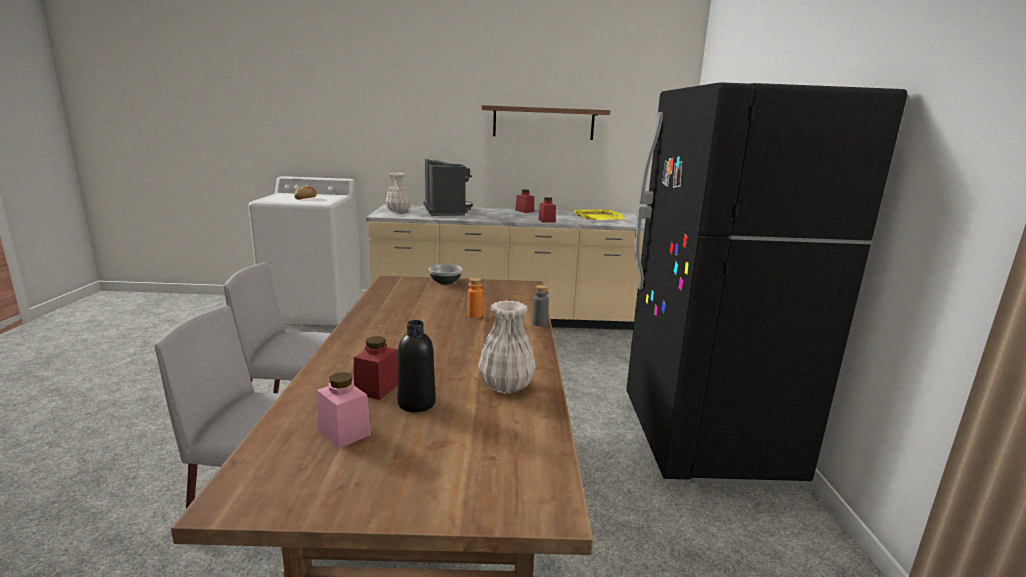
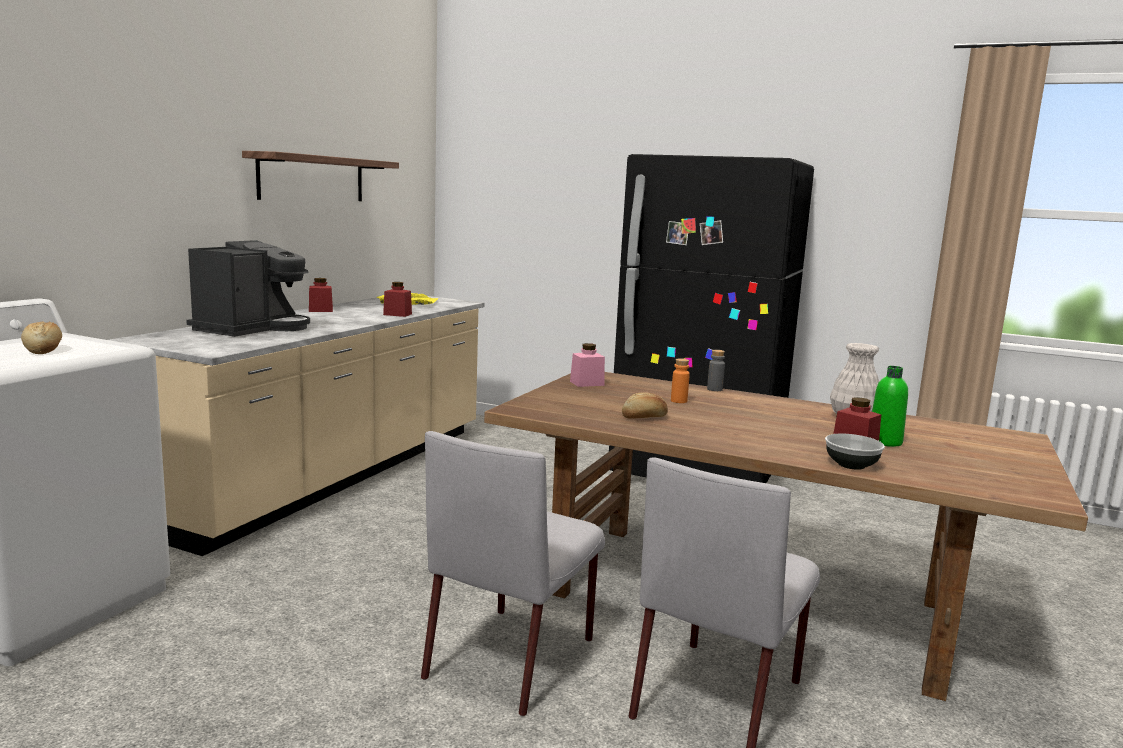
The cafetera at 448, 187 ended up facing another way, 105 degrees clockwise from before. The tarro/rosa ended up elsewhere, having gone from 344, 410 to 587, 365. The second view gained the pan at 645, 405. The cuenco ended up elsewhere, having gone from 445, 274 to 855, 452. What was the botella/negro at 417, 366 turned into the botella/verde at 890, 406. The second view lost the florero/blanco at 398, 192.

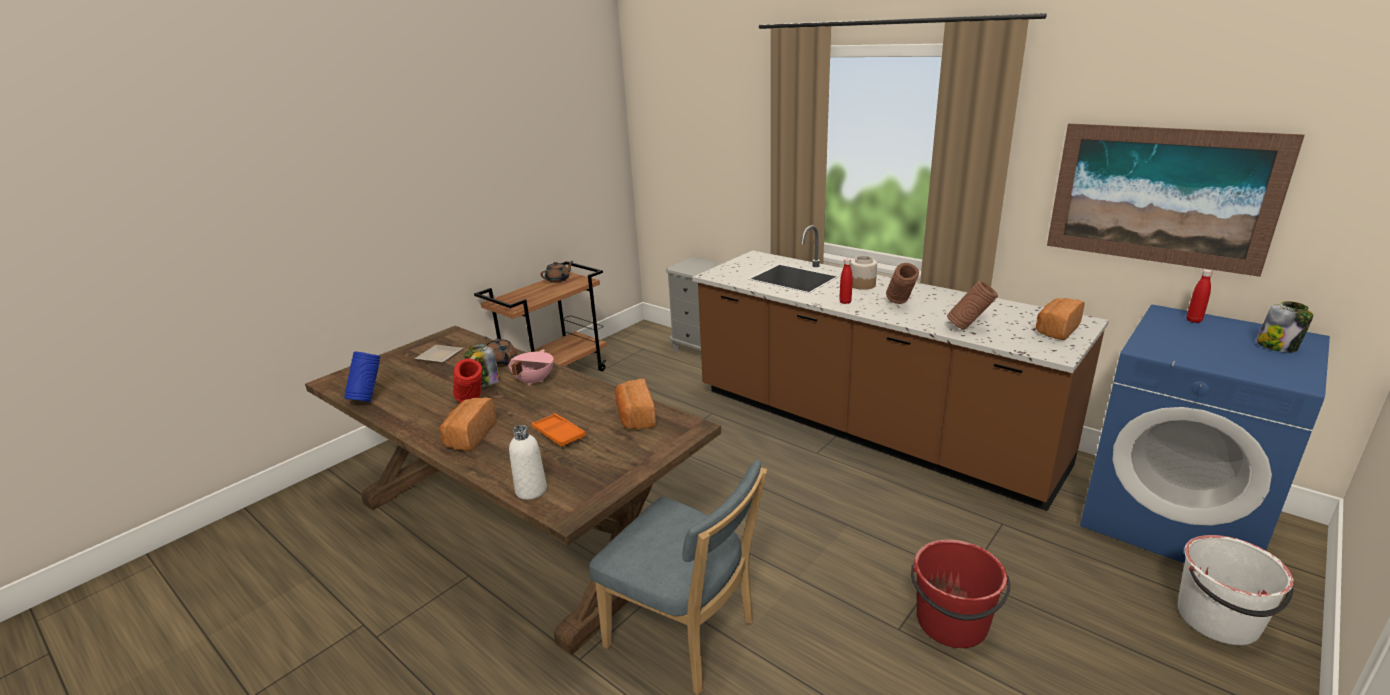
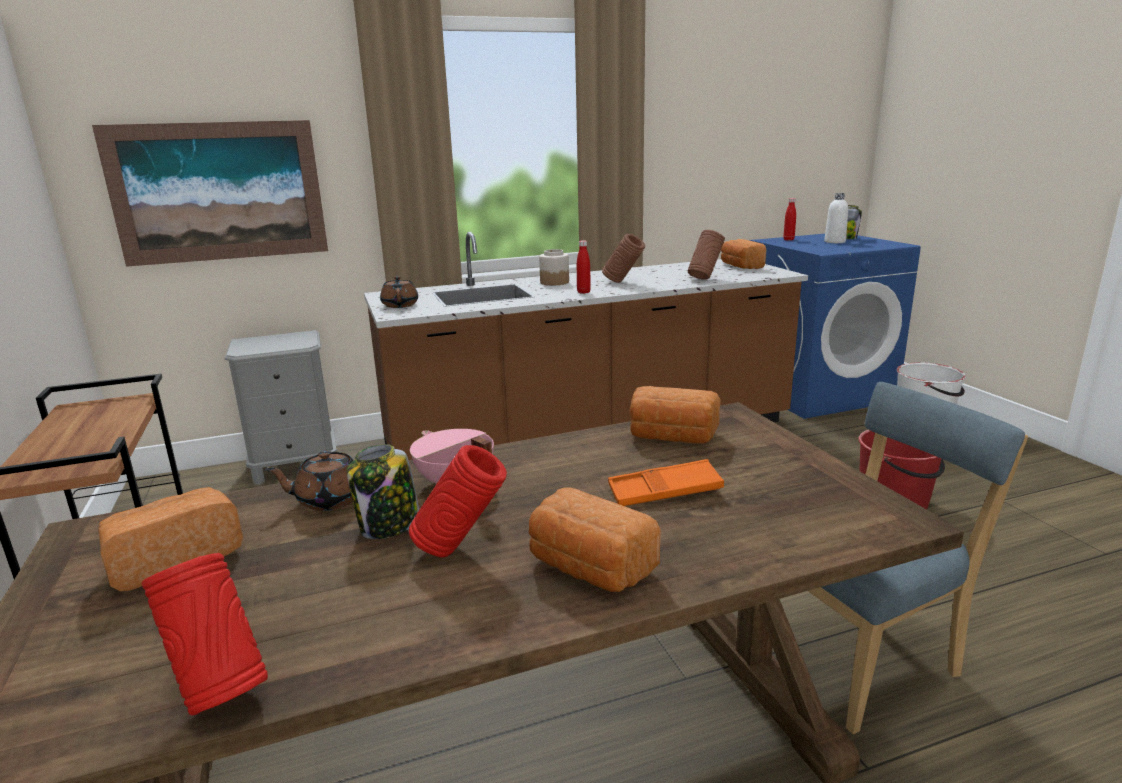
The cuadro ended up elsewhere, having gone from 1176, 200 to 210, 193. Where the plato stood at 439, 354, the pan came to stand at 170, 539. What was the florero/azul at 362, 377 turned into the florero/rojo at 205, 634. The tetera/marrón ended up elsewhere, having gone from 556, 272 to 399, 292. The botella/blanco ended up elsewhere, having gone from 528, 462 to 836, 218.

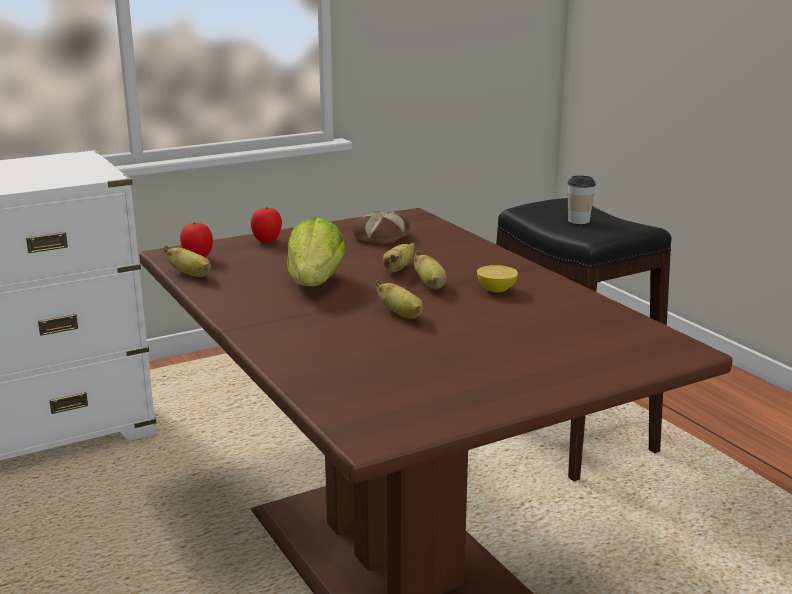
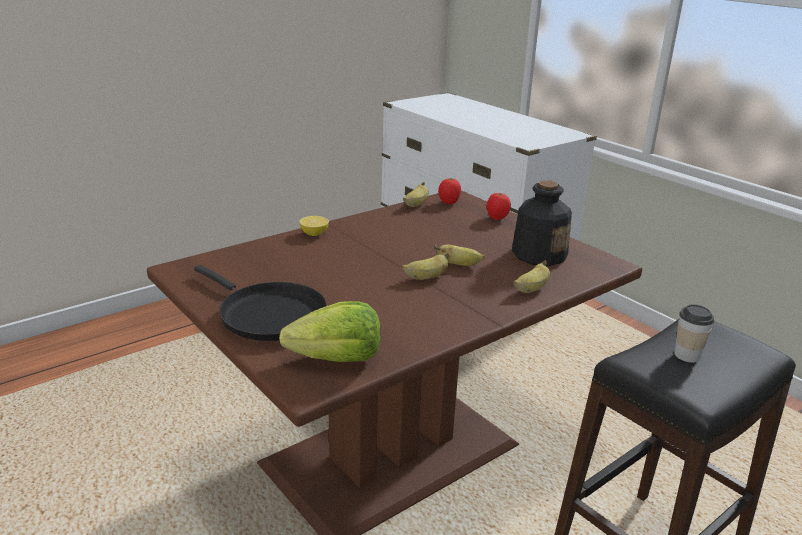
The second view gained the sartén/negro at 260, 303. The lechuga ended up elsewhere, having gone from 316, 251 to 329, 331. The limón ended up elsewhere, having gone from 497, 279 to 314, 226. Where the pan stood at 381, 227, the botella came to stand at 542, 223. The plátano ended up elsewhere, having gone from 399, 299 to 531, 277.

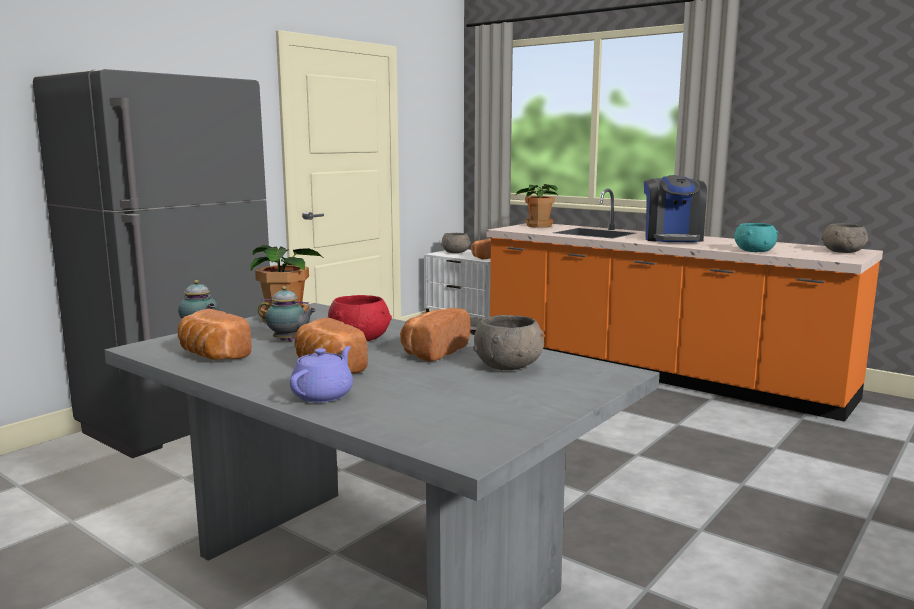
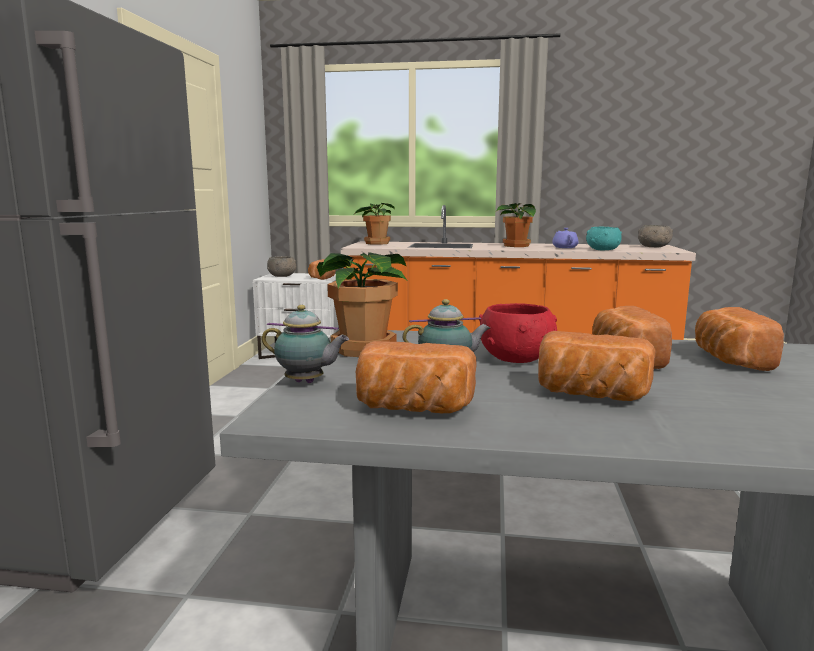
Where the cafetera stood at 675, 208, the planta en maceta came to stand at 516, 225. The tetera/morado ended up elsewhere, having gone from 321, 374 to 565, 238. Where the cuenco/gris stood at 508, 342, the pan came to stand at 739, 339.

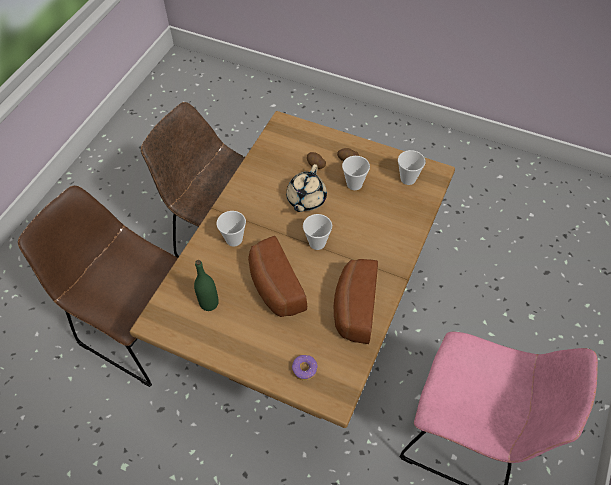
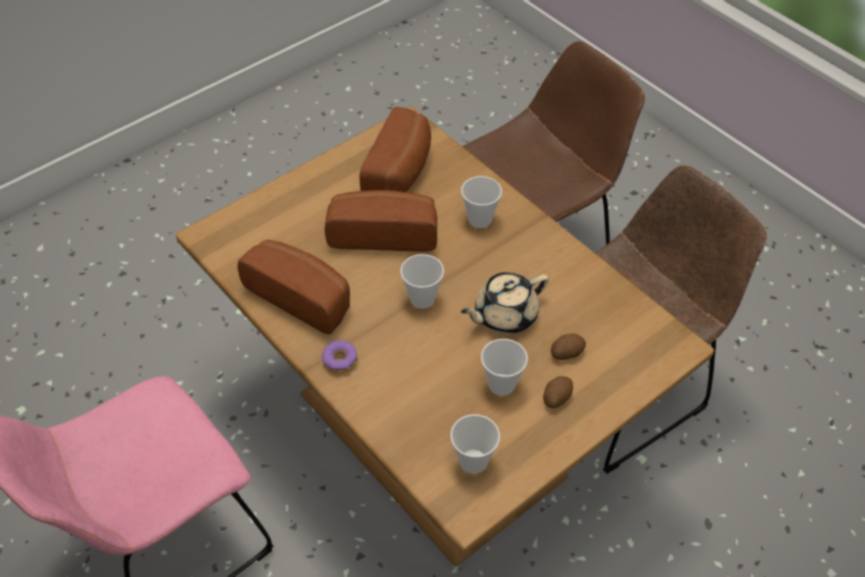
The rosquilla ended up elsewhere, having gone from 305, 367 to 339, 357. Where the botella/verde stood at 206, 285, the pan came to stand at 395, 149. The tetera/beis at 306, 188 ended up facing another way, 75 degrees counterclockwise from before.

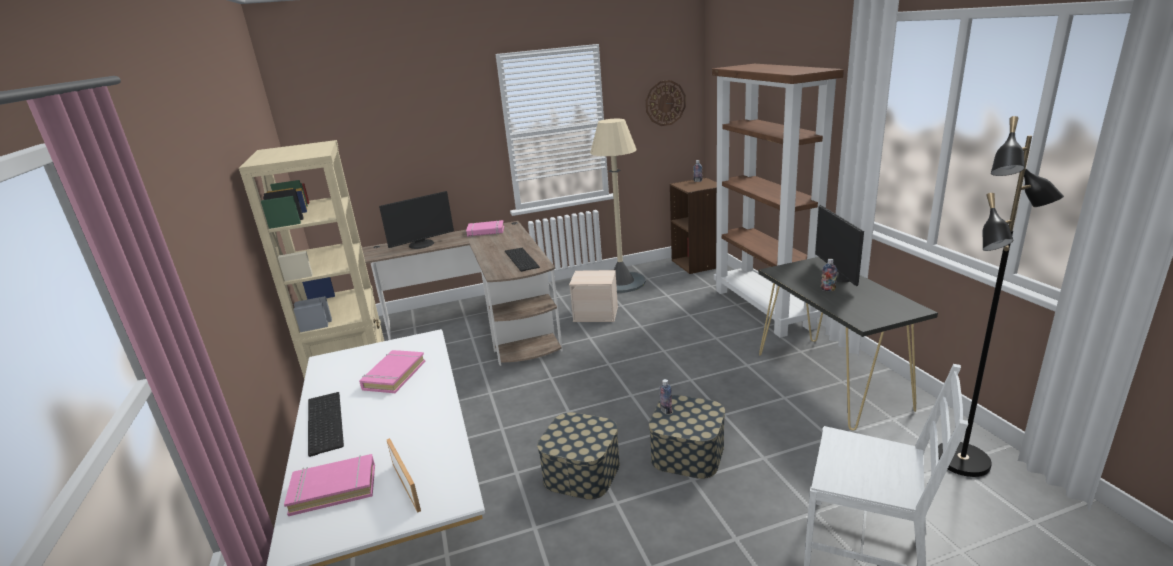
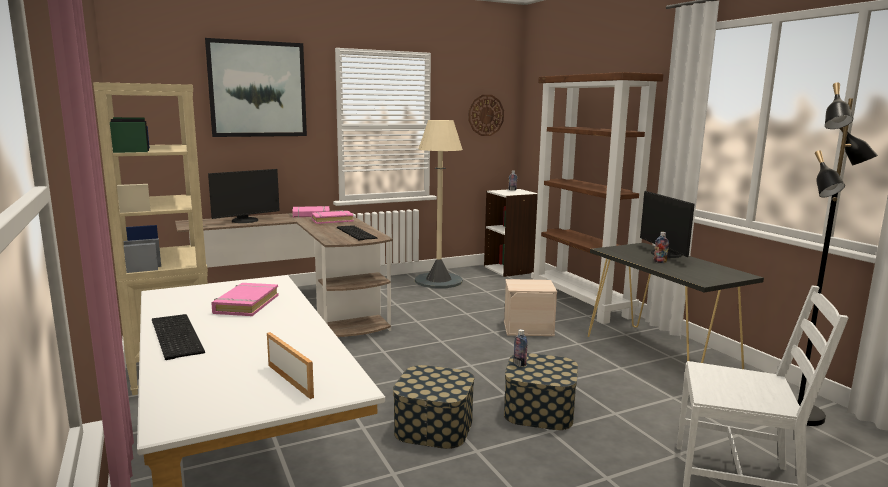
The second view gained the cuadro at 256, 87. The libro/rosa ended up elsewhere, having gone from 329, 485 to 332, 217. What was the estantería/marrón at 693, 225 turned into the estantería/blanco at 511, 233. The caja de almacenaje/beis ended up elsewhere, having gone from 593, 296 to 530, 307.

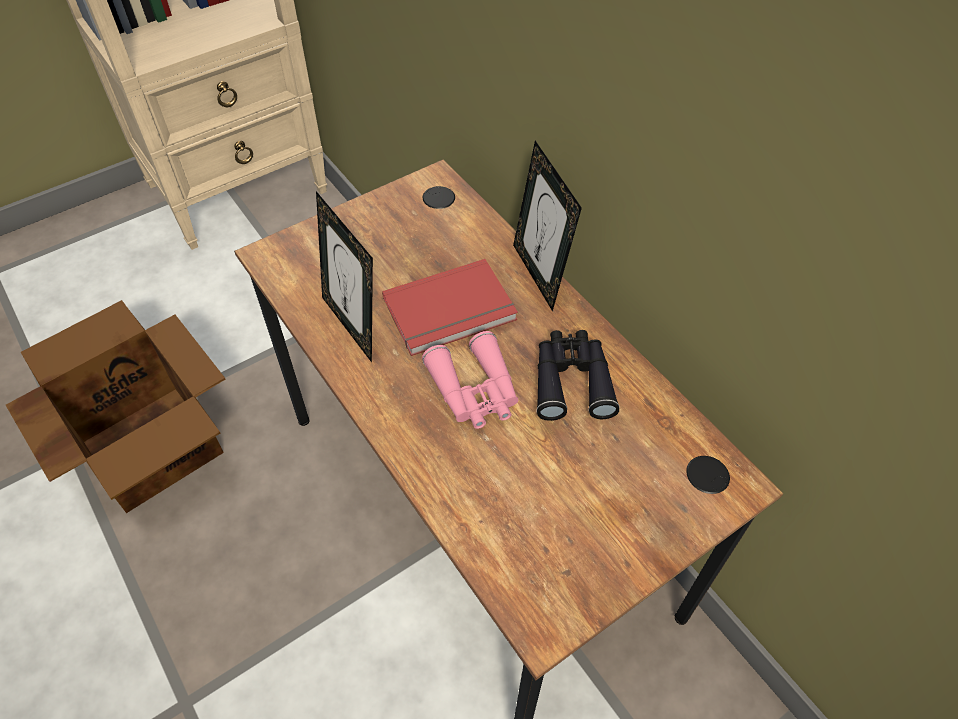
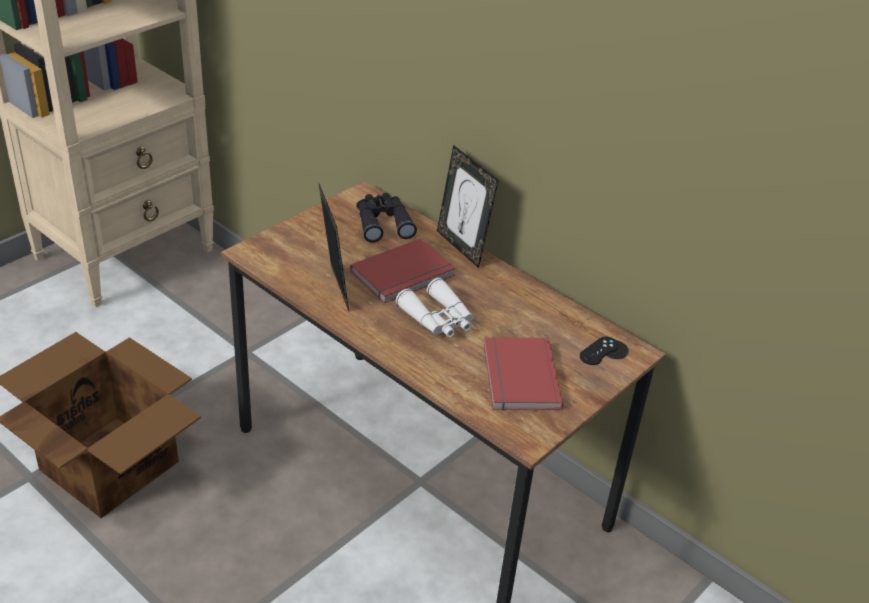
The portarretratos at 344, 276 ended up facing another way, 150 degrees counterclockwise from before. The prismáticos/negro ended up elsewhere, having gone from 578, 375 to 387, 217. What was the prismáticos/rosa at 470, 380 turned into the prismáticos/blanco at 434, 307. The second view gained the libro/rojo at 523, 374. The second view gained the mando de consola/negro at 599, 351.

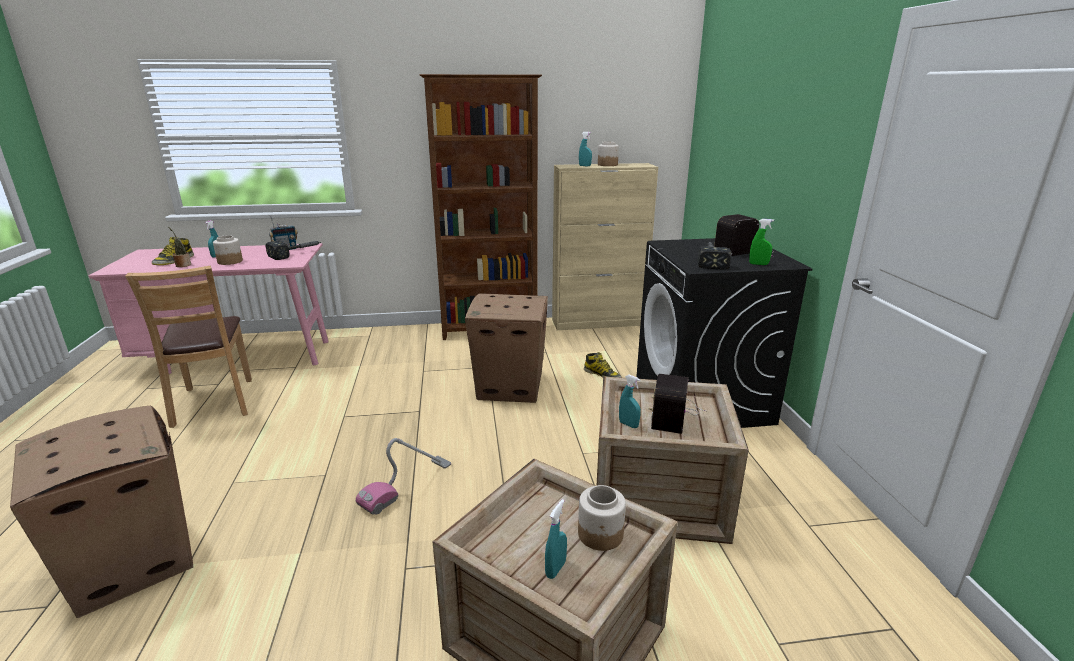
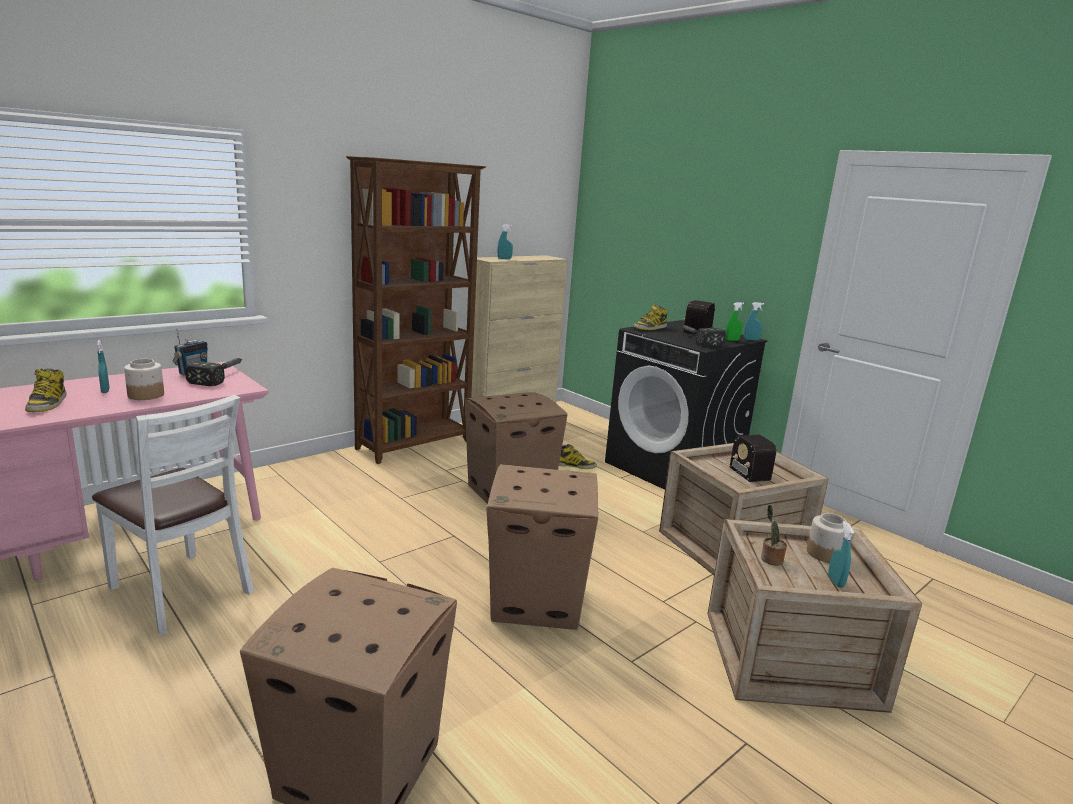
What was the silla/marrón at 188, 347 turned into the silla/blanco at 173, 515. Where the aspiradora stood at 403, 476, the caja de cartón came to stand at 542, 547. The second view gained the bota at 650, 317. The pulverizador/turquesa ended up elsewhere, having gone from 630, 401 to 754, 321. The planta en maceta ended up elsewhere, having gone from 179, 247 to 774, 535. The second view lost the tarro at 608, 153.

